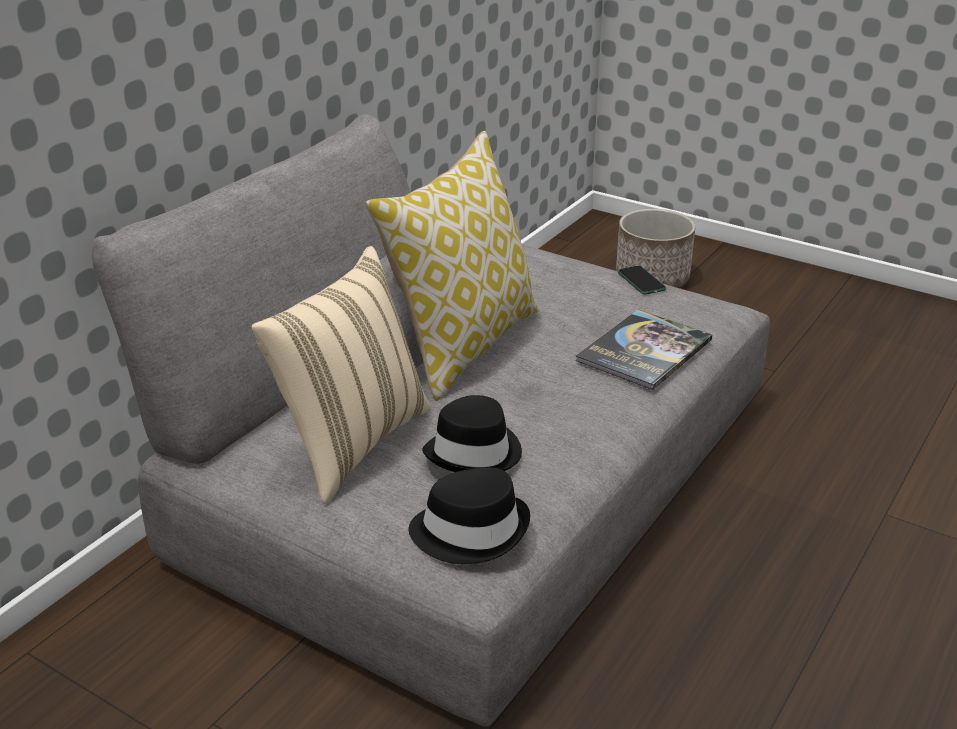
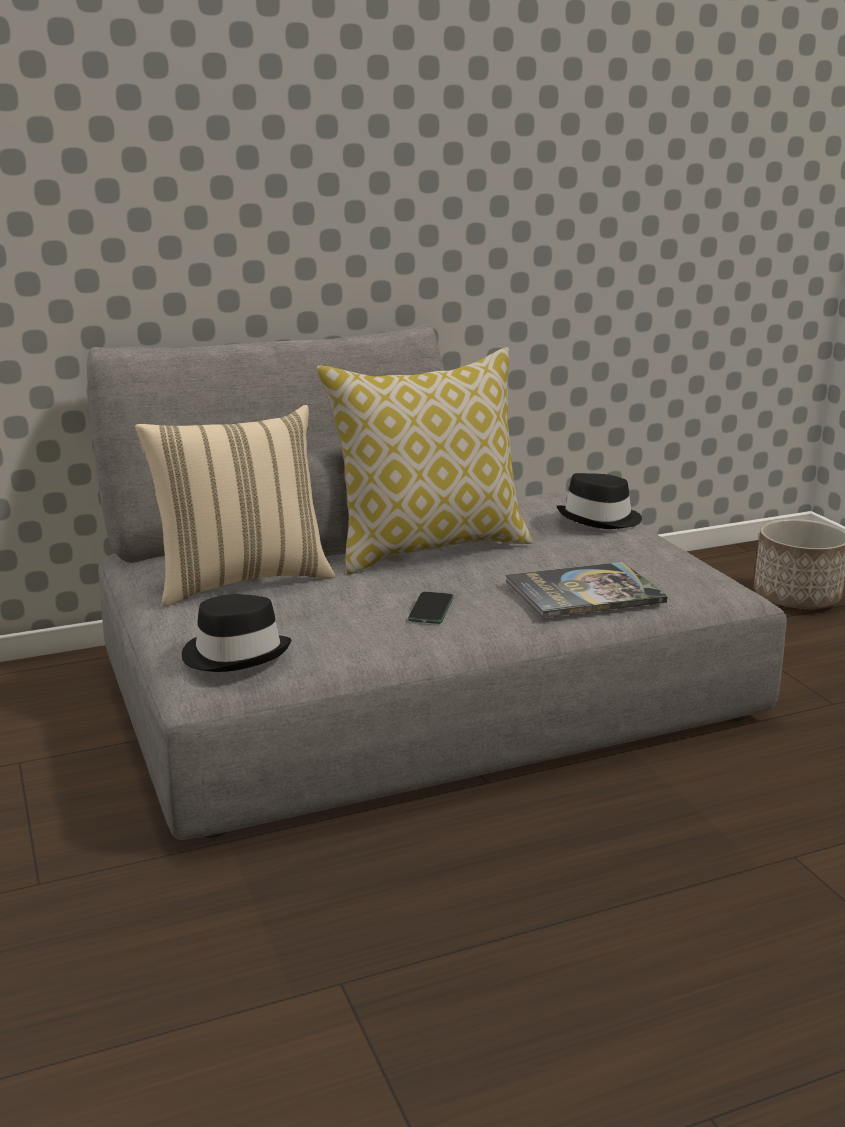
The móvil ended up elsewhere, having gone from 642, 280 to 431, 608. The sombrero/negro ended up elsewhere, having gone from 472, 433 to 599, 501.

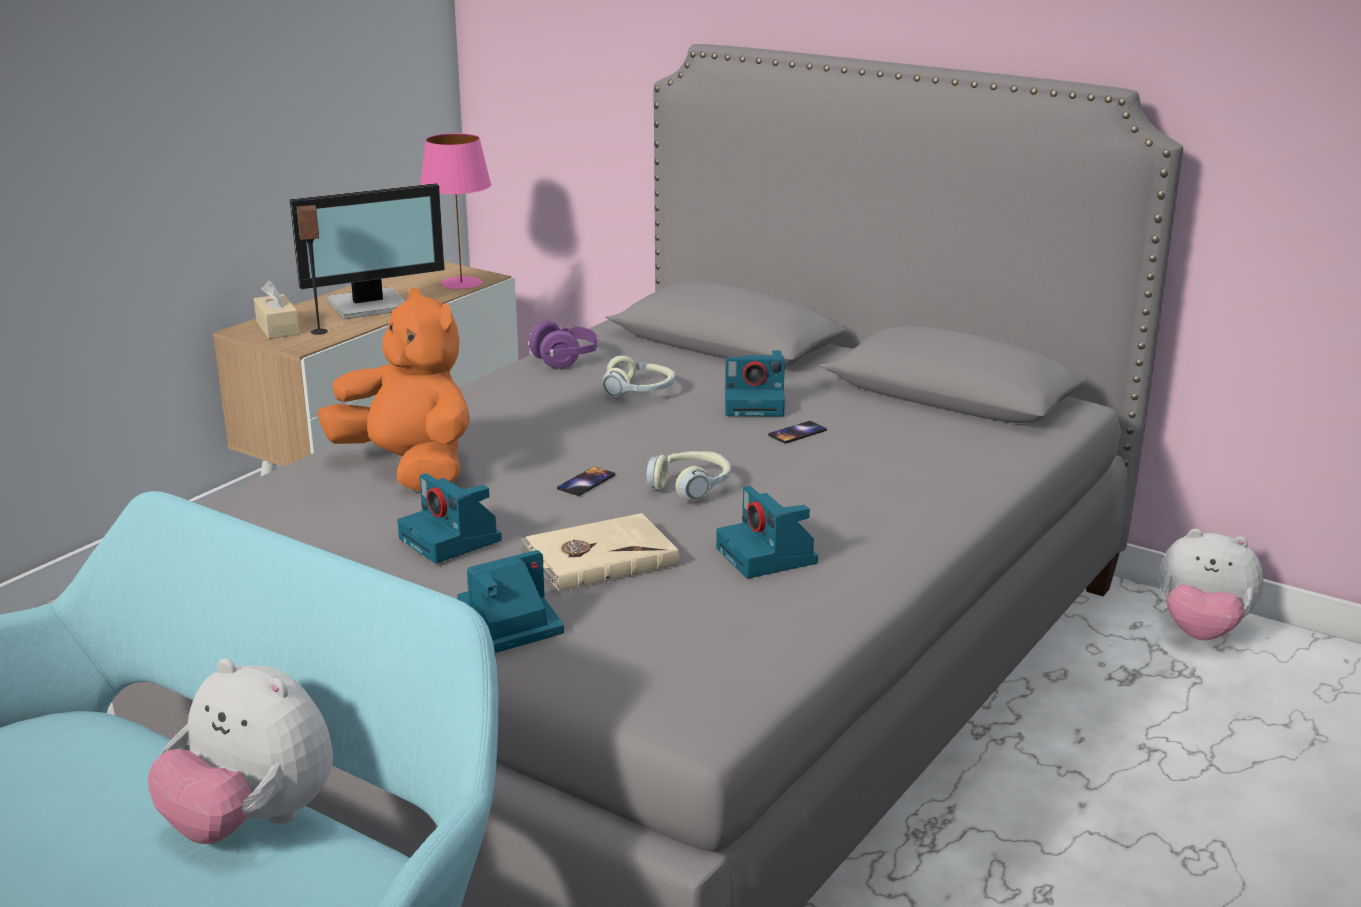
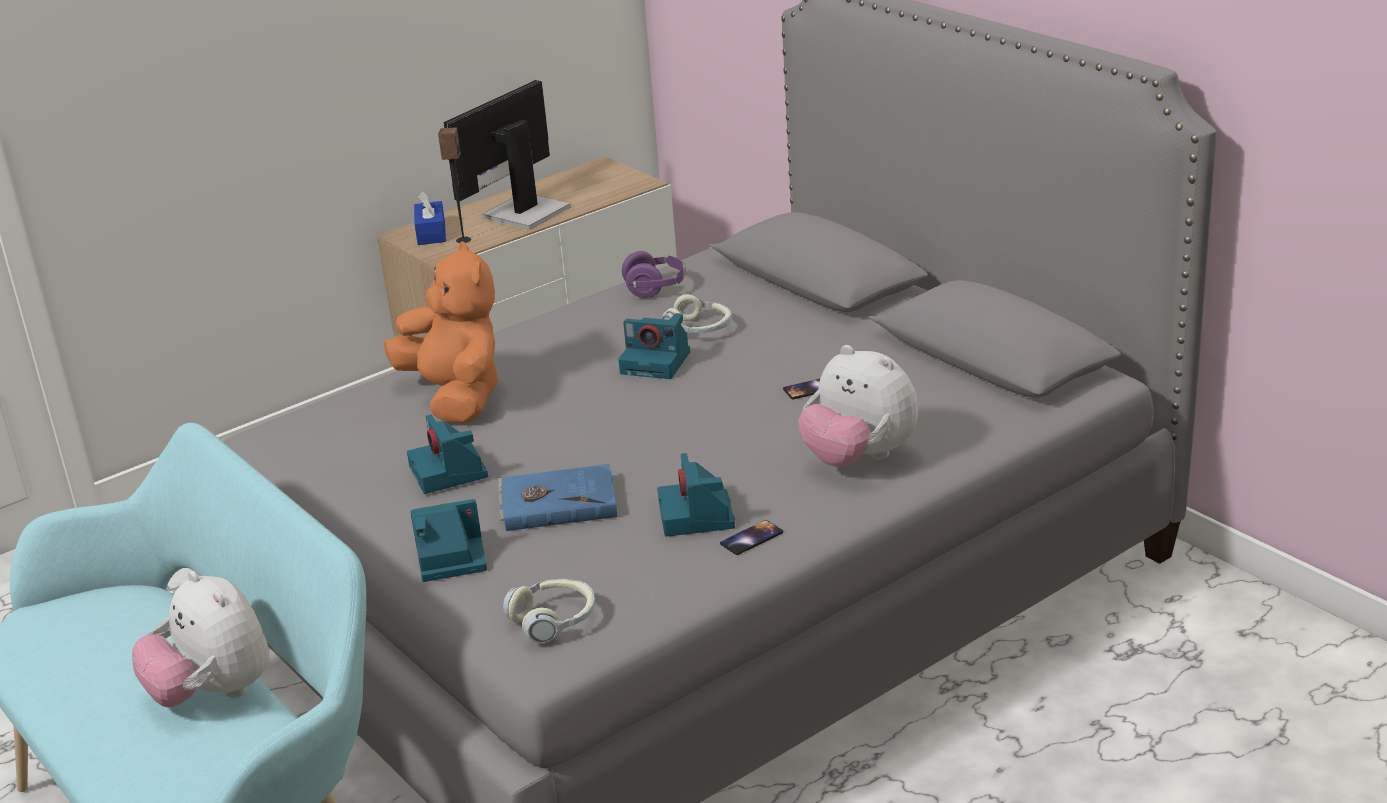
What was the caja de pañuelos/beis at 277, 310 turned into the caja de pañuelos/azul at 430, 218. The monitor at 367, 251 ended up facing another way, 135 degrees clockwise from before. What was the libro/beis at 600, 552 turned into the libro/azul at 558, 497. The auriculares ended up elsewhere, having gone from 689, 476 to 549, 611. The cámara ended up elsewhere, having gone from 755, 383 to 654, 346. The móvil ended up elsewhere, having gone from 586, 481 to 751, 537. The peluche ended up elsewhere, having gone from 1211, 584 to 858, 406. The second view lost the lámpara de mesa/rosa at 455, 211.

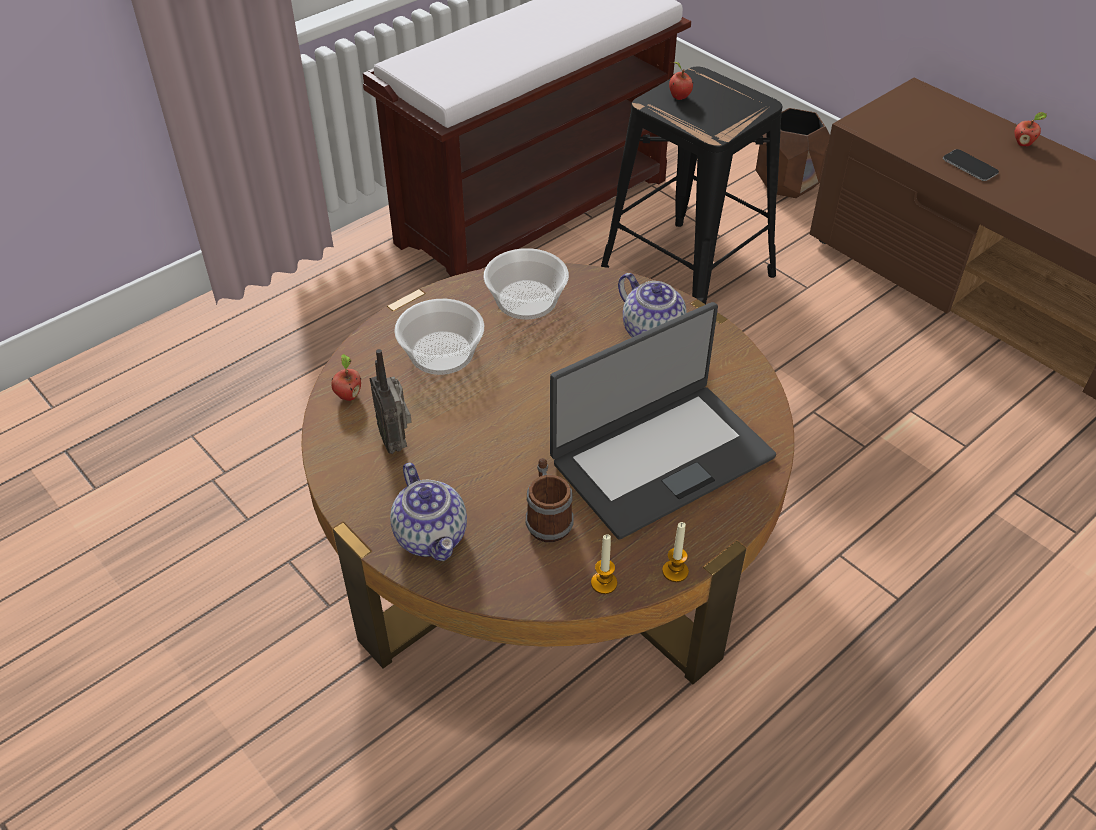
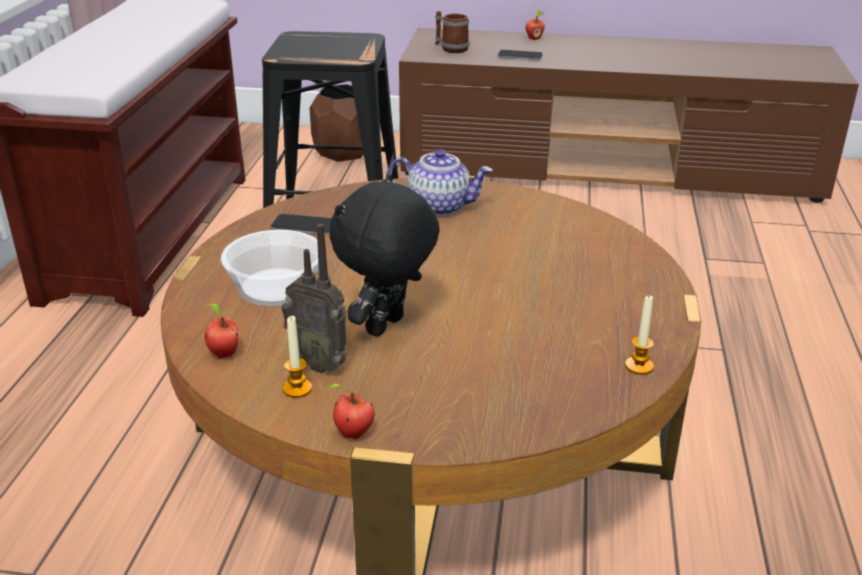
Where the cuenco stood at 526, 284, the móvil came to stand at 301, 224. The vela ended up elsewhere, having gone from 675, 552 to 297, 357. The manzana ended up elsewhere, having gone from 681, 81 to 350, 411. The second view gained the peluche/negro at 385, 255. The taza grande ended up elsewhere, having gone from 549, 500 to 452, 32. The second view lost the tetera at 428, 512. The second view lost the portátil at 663, 421.

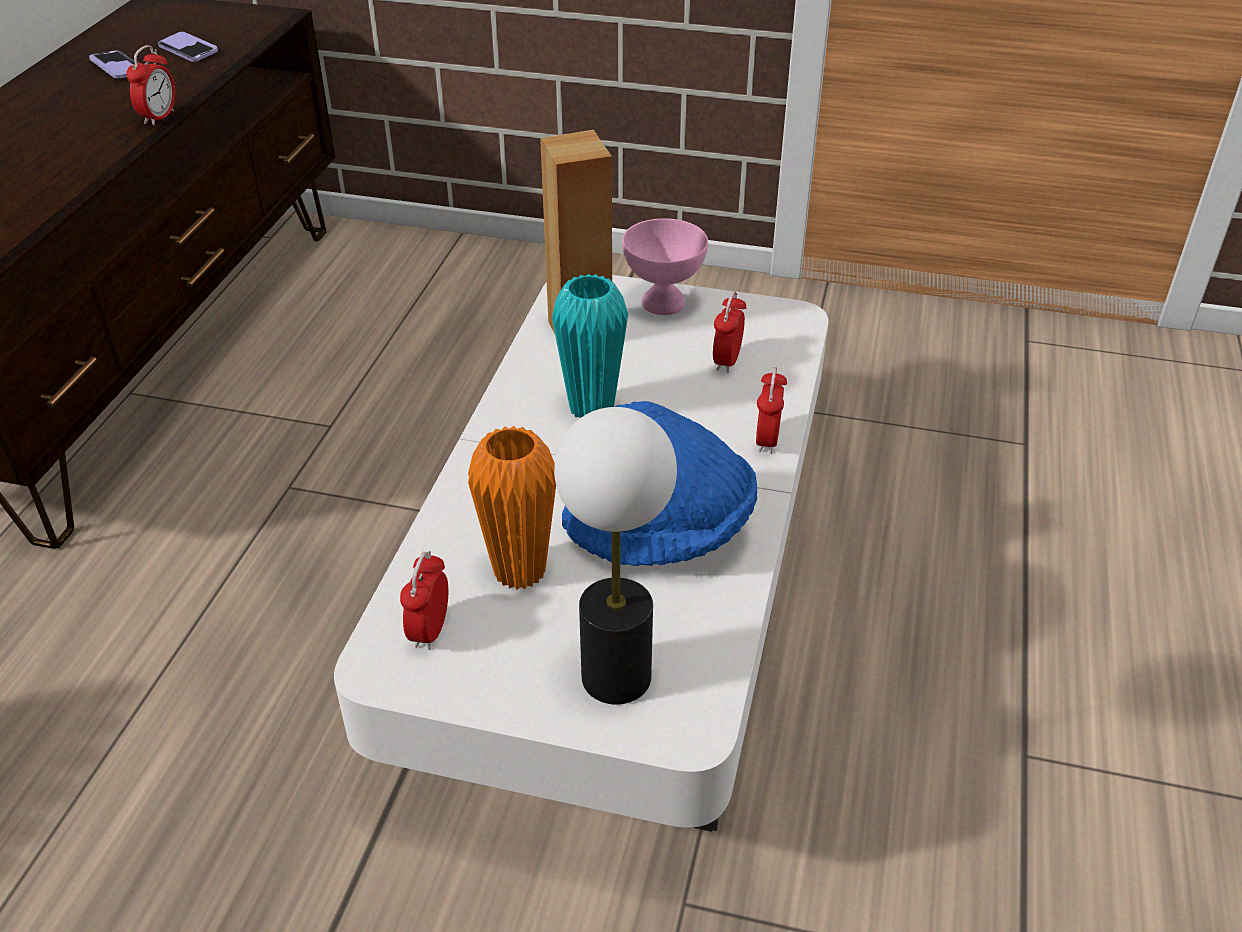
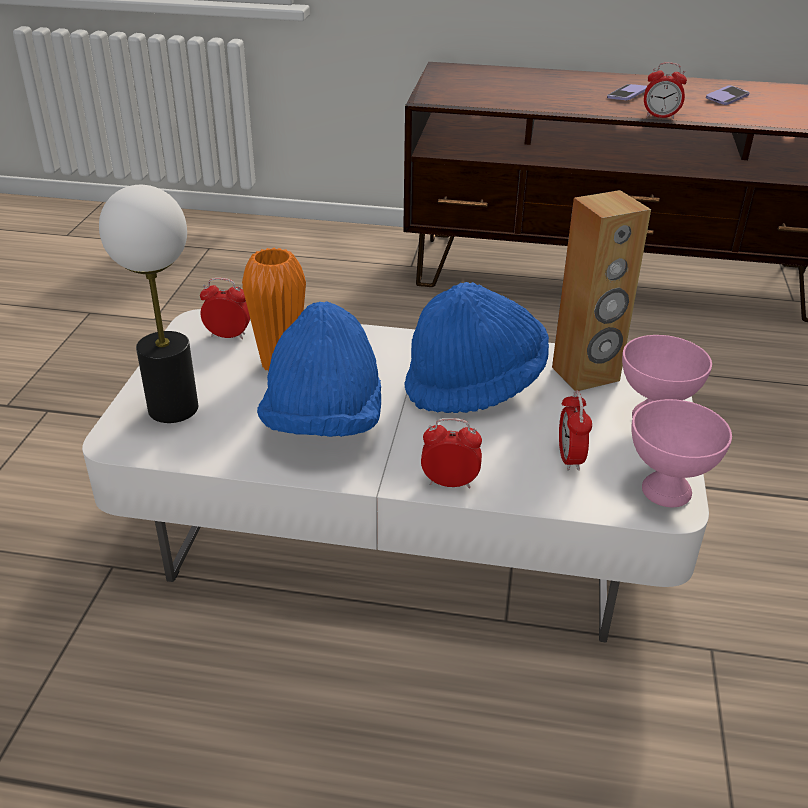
Where the florero/turquesa stood at 590, 346, the sombrero/azul came to stand at 476, 347. The despertador at 729, 332 ended up facing another way, 105 degrees counterclockwise from before. The móvil ended up elsewhere, having gone from 188, 47 to 627, 92. The second view gained the cuenco/rosa at 682, 453.

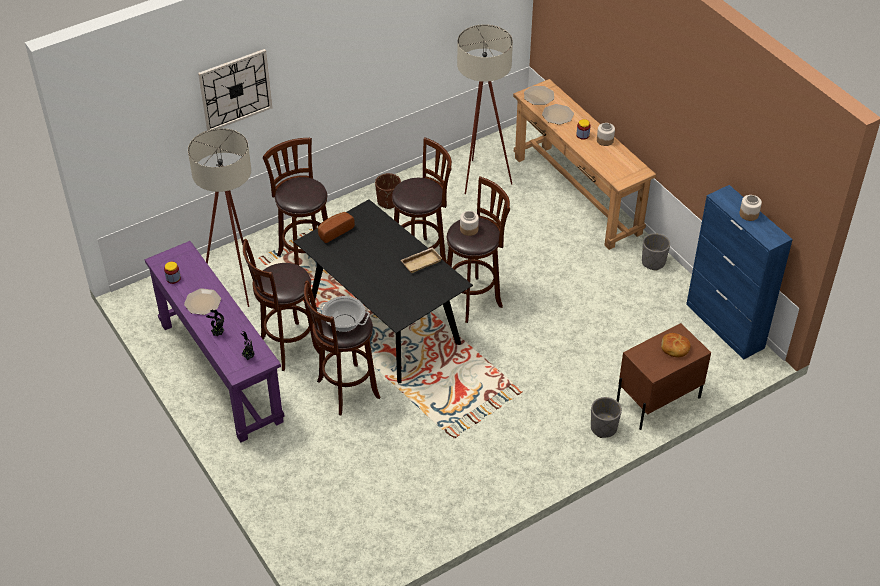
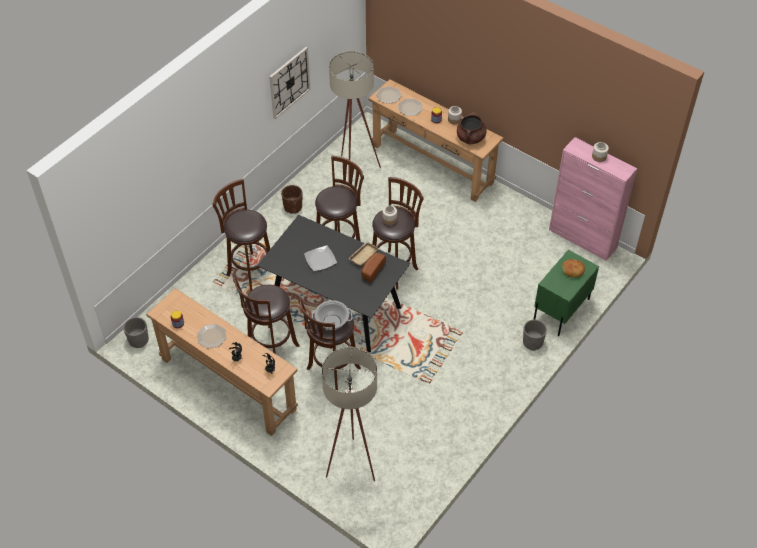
The maceta/gris ended up elsewhere, having gone from 656, 252 to 136, 332. What was the mesa consola/morado at 215, 341 turned into the mesa consola/marrón at 222, 362. The reloj de pared ended up elsewhere, having gone from 235, 89 to 290, 83. The second view gained the plato at 320, 258. The lámpara de pie/beis ended up elsewhere, having gone from 219, 217 to 349, 414. The pan ended up elsewhere, having gone from 336, 227 to 373, 267. The second view gained the olla/marrón at 472, 128. What was the mesita de noche/marrón at 664, 376 turned into the mesita de noche/verde at 566, 293. What was the armario/azul at 739, 272 turned into the armario/rosa at 593, 199.

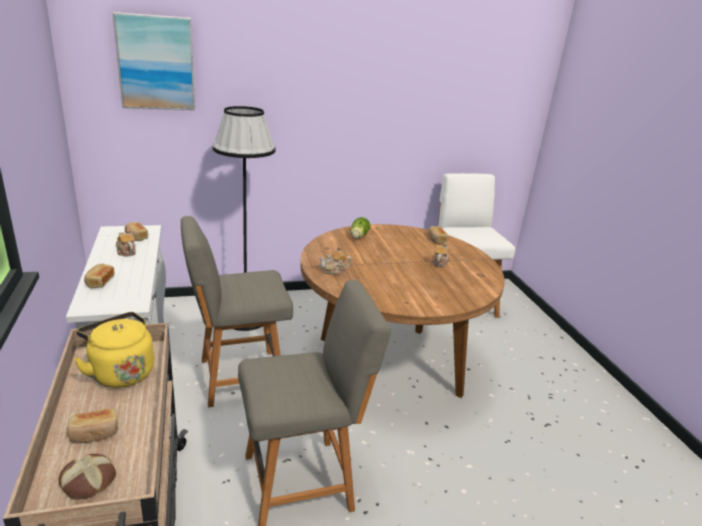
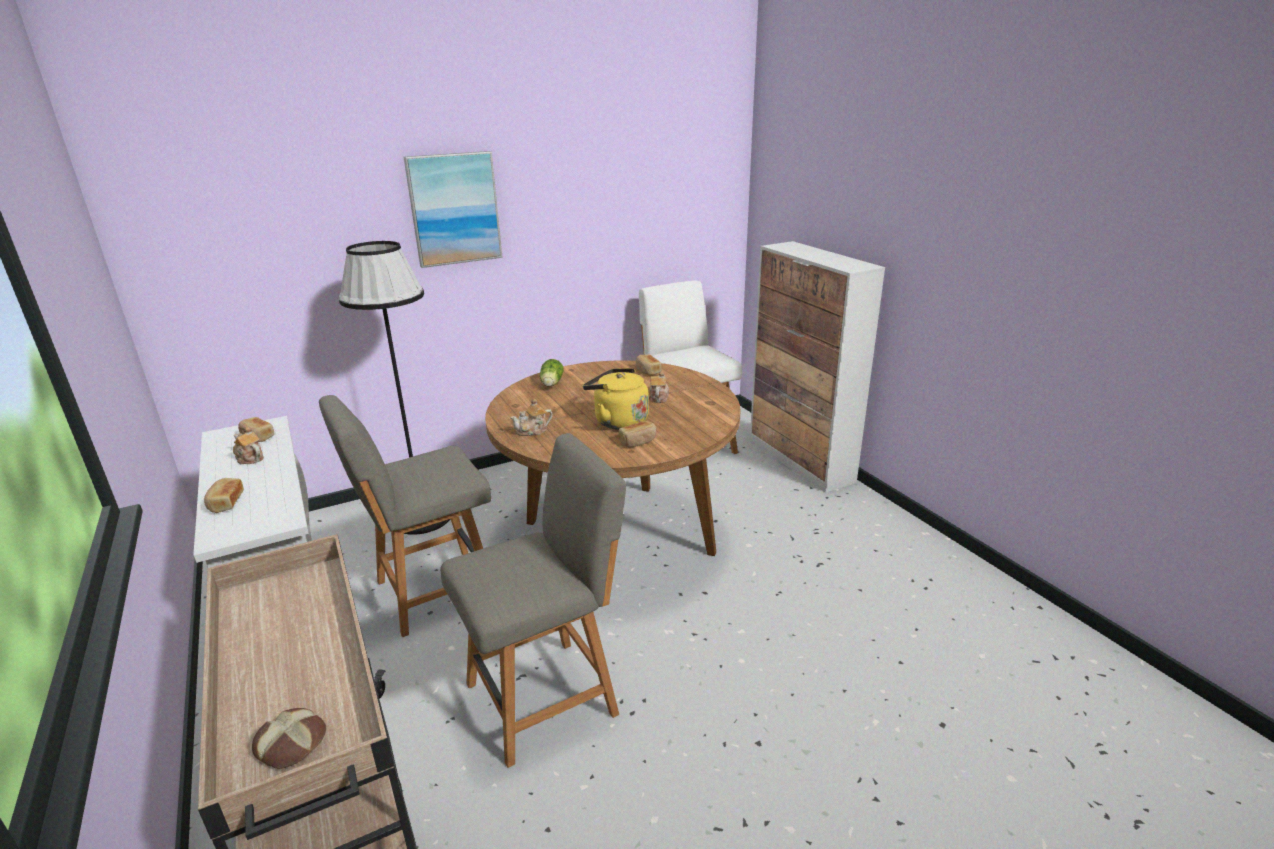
The cuadro ended up elsewhere, having gone from 153, 61 to 453, 209. The hervidor/amarillo ended up elsewhere, having gone from 113, 350 to 616, 399. The pan ended up elsewhere, having gone from 92, 426 to 637, 434. The second view gained the armario at 817, 367.

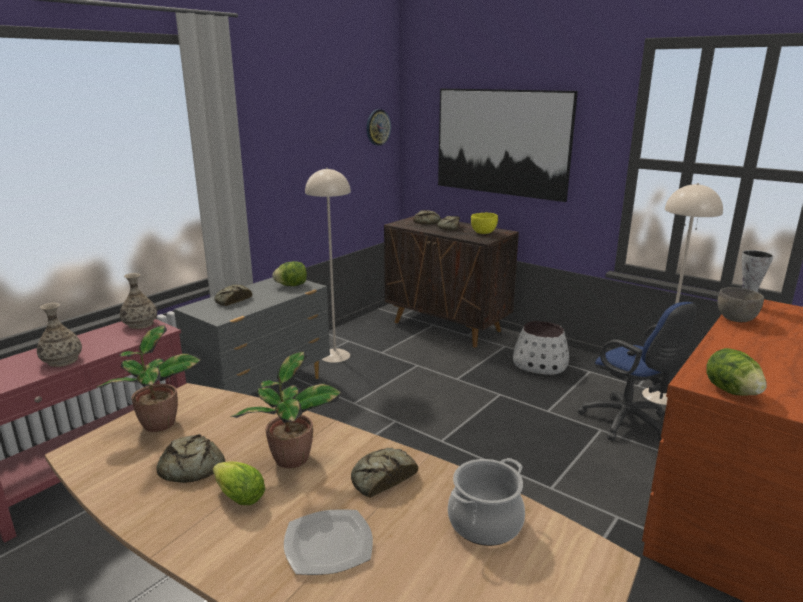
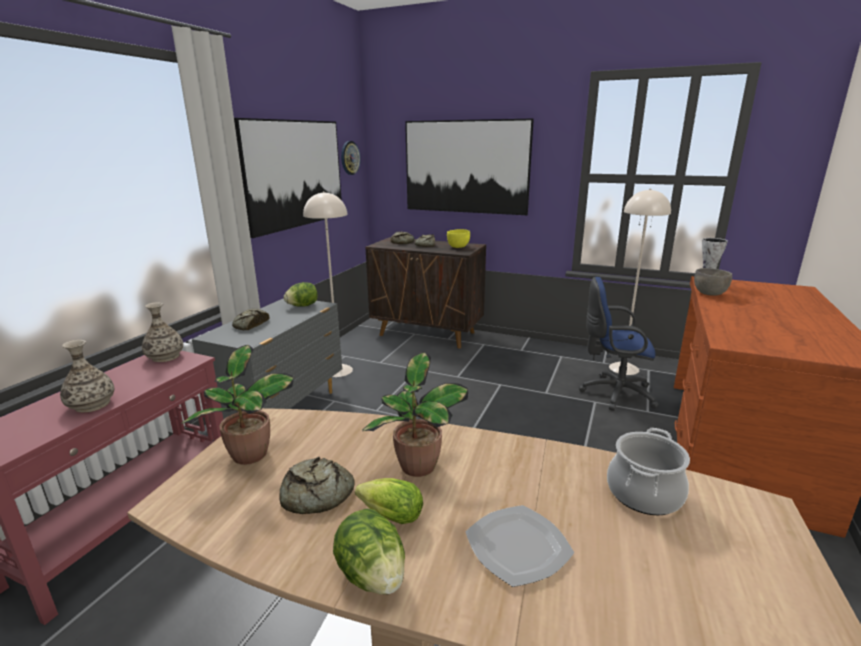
The second view gained the cuadro at 288, 178. The lechuga ended up elsewhere, having gone from 736, 372 to 369, 551. The silla de oficina/azul at 637, 371 ended up facing another way, 150 degrees clockwise from before. The second view lost the pan at 384, 472. The second view lost the maceta/blanco at 541, 348.

